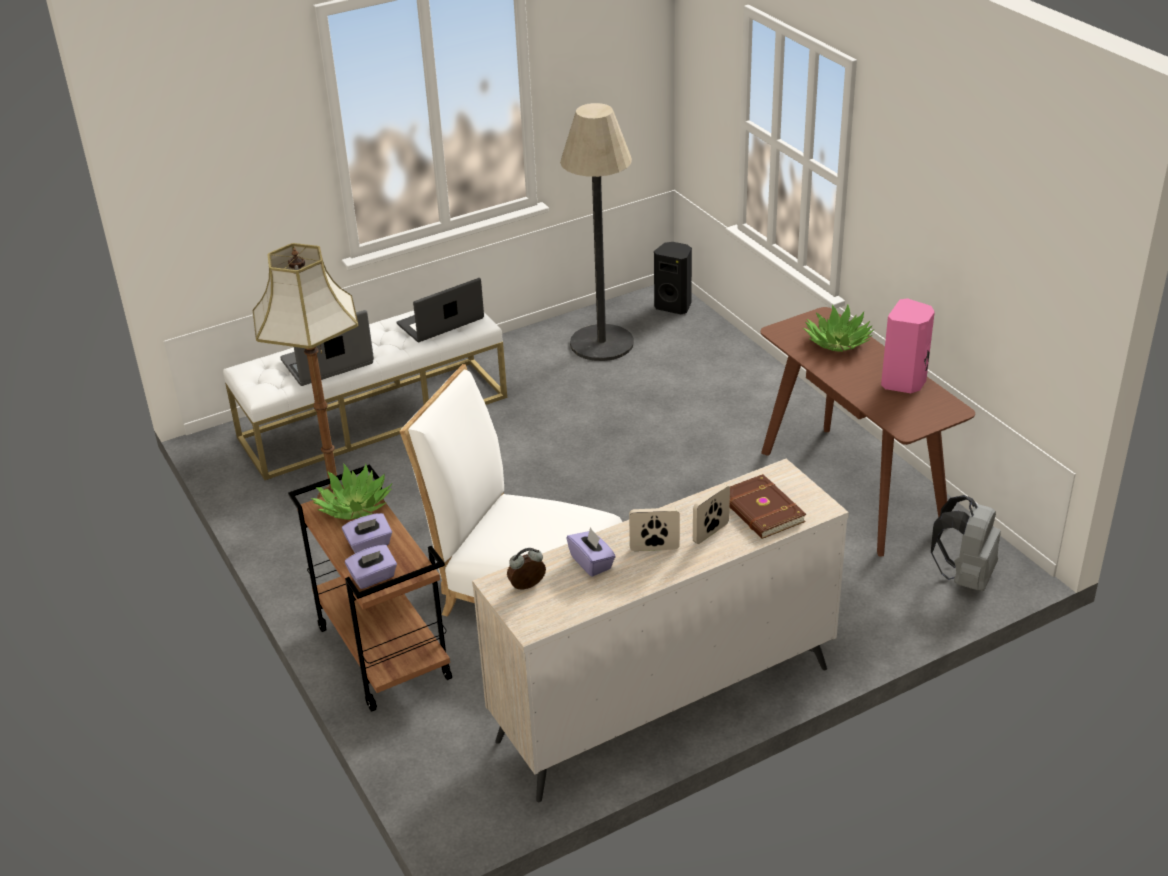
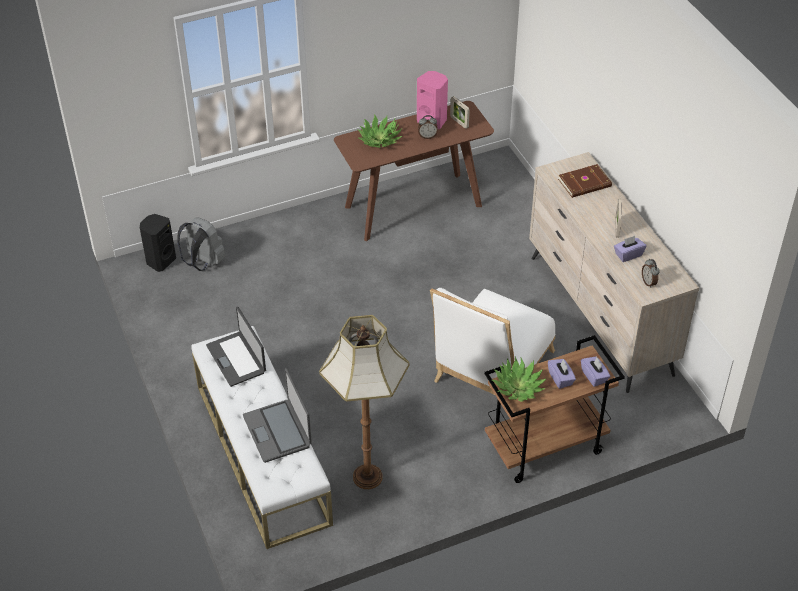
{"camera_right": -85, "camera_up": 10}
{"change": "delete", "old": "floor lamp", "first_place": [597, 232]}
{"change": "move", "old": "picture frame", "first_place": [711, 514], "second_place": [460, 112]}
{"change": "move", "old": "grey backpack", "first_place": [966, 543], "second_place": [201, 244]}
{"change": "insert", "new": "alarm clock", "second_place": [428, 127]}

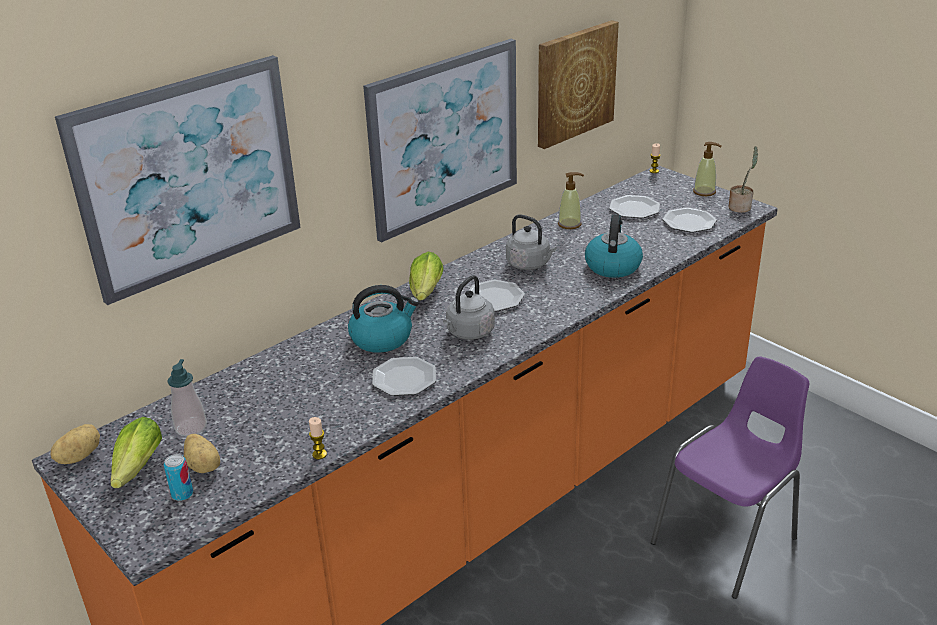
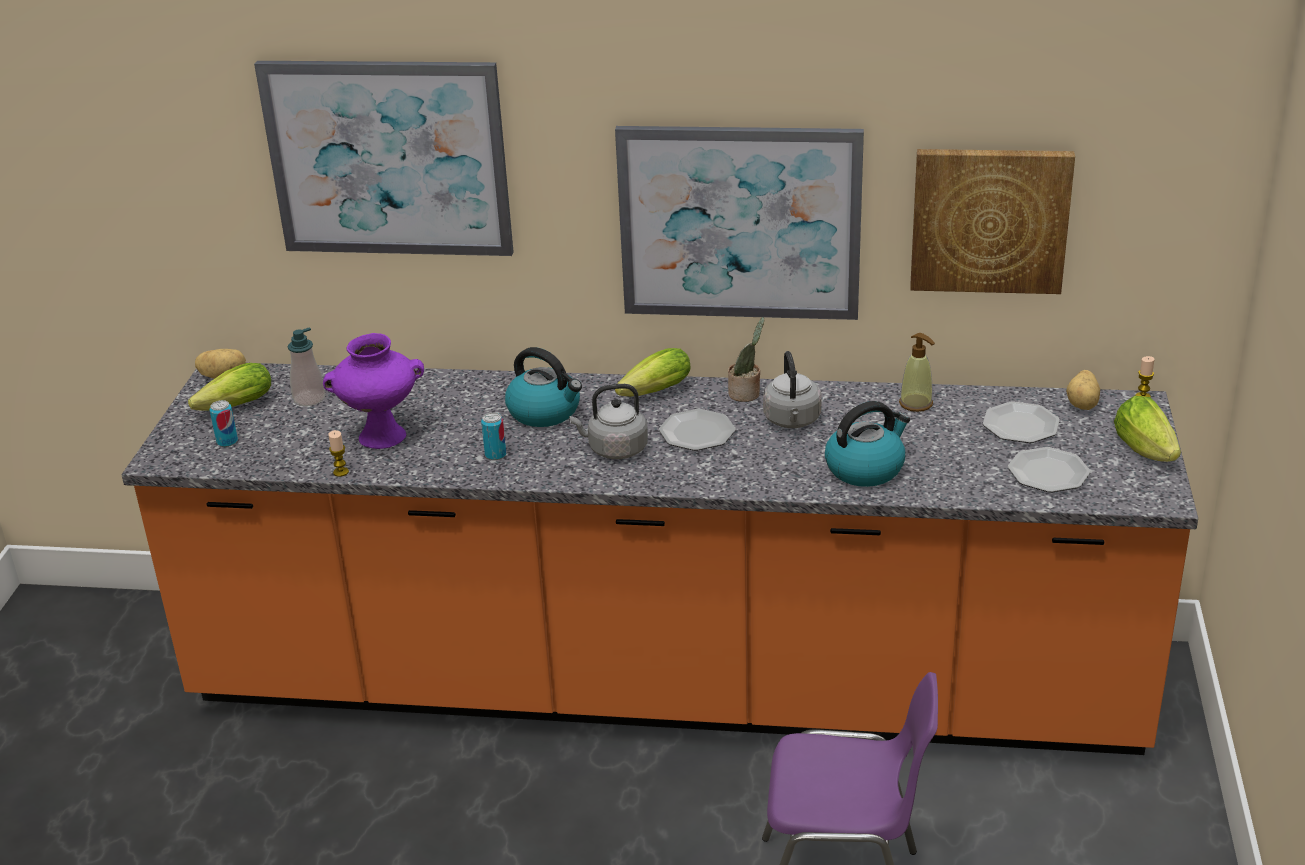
{"camera_right": 50, "camera_up": 0}
{"change": "replace", "old": "soap dispenser", "new": "lettuce", "first_place": [707, 169], "second_place": [1147, 429]}
{"change": "move", "old": "potted plant", "first_place": [743, 179], "second_place": [746, 359]}
{"change": "replace", "old": "plate", "new": "can", "first_place": [404, 376], "second_place": [493, 436]}
{"change": "move", "old": "potato", "first_place": [202, 453], "second_place": [1083, 390]}
{"change": "insert", "new": "purple vase", "second_place": [373, 391]}

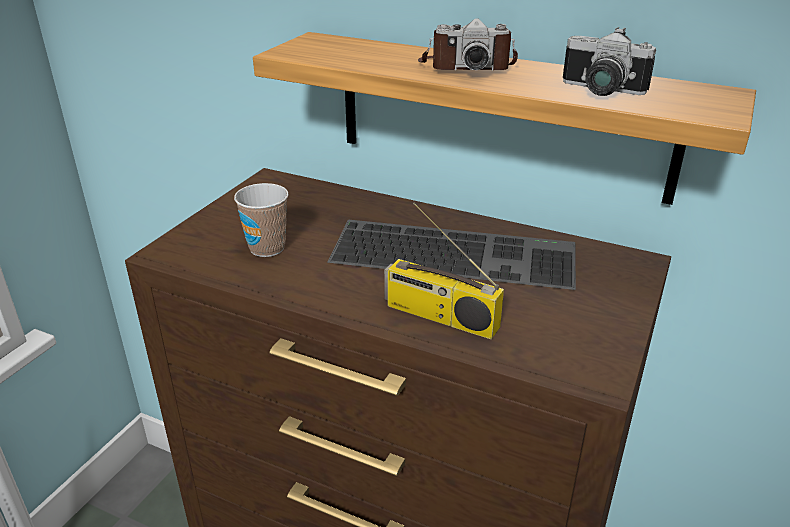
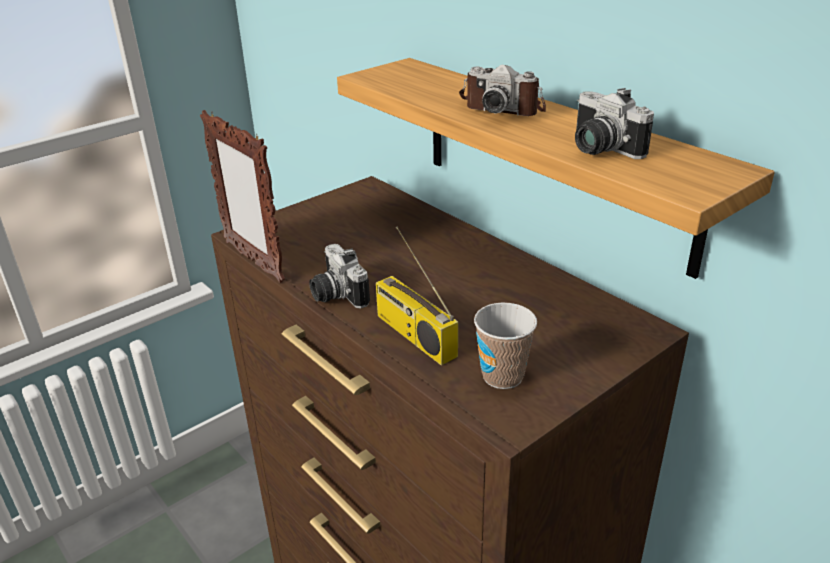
{"camera_right": 25, "camera_up": 0}
{"change": "move", "old": "cup", "first_place": [261, 220], "second_place": [505, 346]}
{"change": "delete", "old": "keyboard", "first_place": [451, 255]}
{"change": "insert", "new": "picture frame", "second_place": [242, 196]}
{"change": "insert", "new": "photo camera", "second_place": [339, 276]}

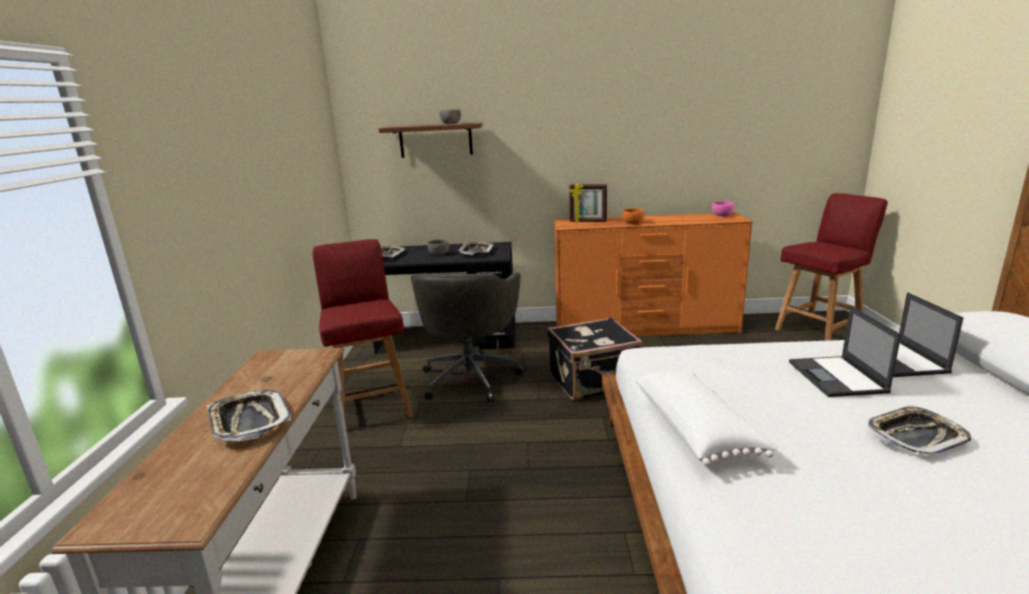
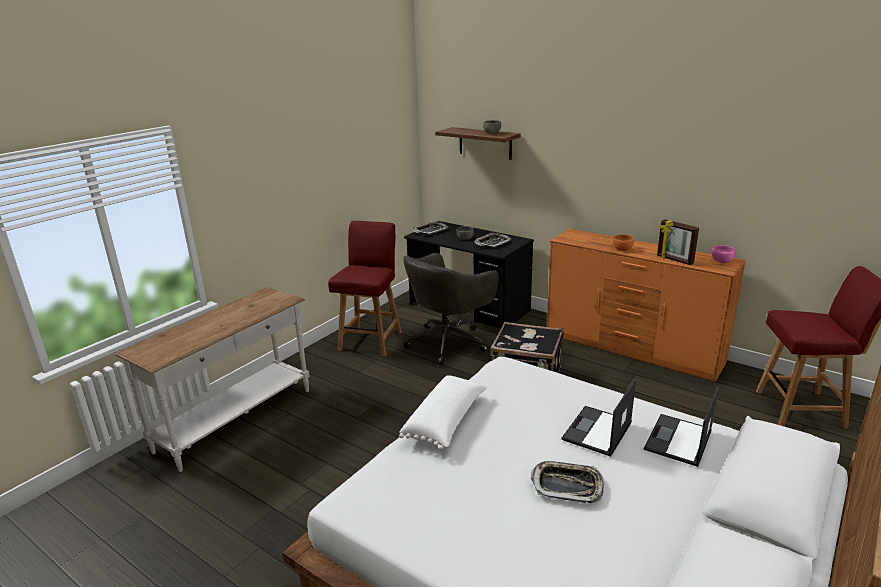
{"camera_right": 35, "camera_up": 5}
{"change": "move", "old": "picture frame", "first_place": [588, 203], "second_place": [678, 242]}
{"change": "delete", "old": "tray", "first_place": [249, 415]}

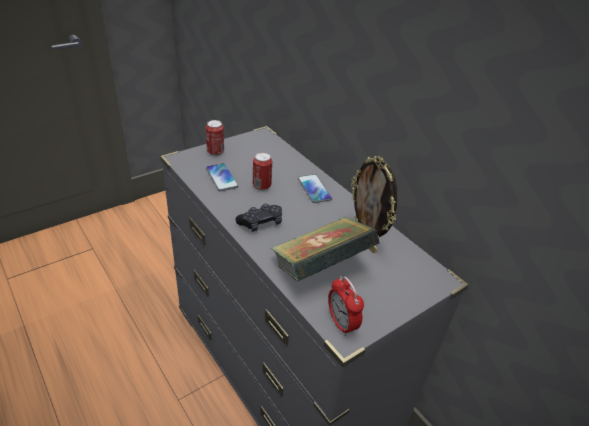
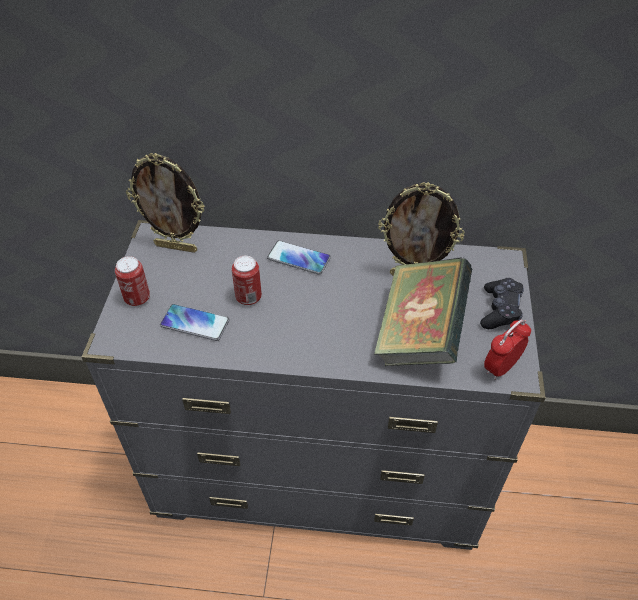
{"camera_right": -45, "camera_up": 10}
{"change": "move", "old": "black game controller", "first_place": [258, 218], "second_place": [502, 303]}
{"change": "rotate", "old": "alarm clock", "first_place": [346, 306], "second_place": [507, 350], "degrees": 120}
{"change": "insert", "new": "picture frame", "second_place": [165, 203]}

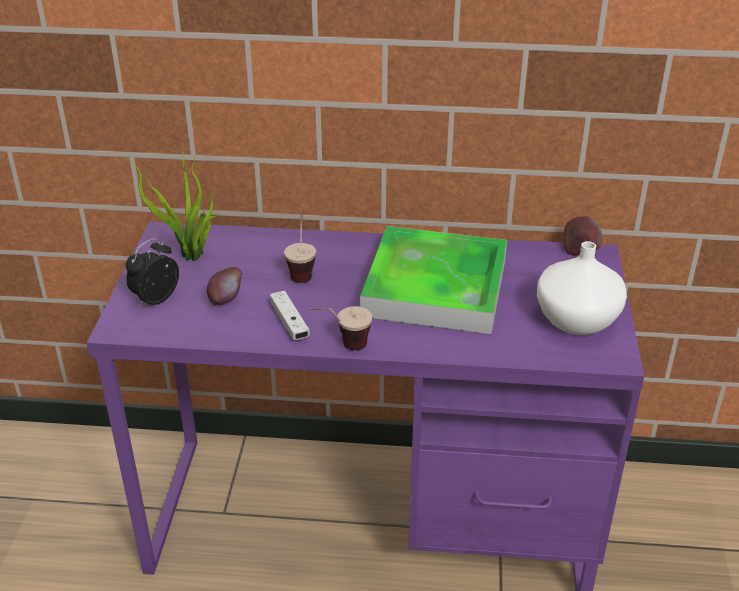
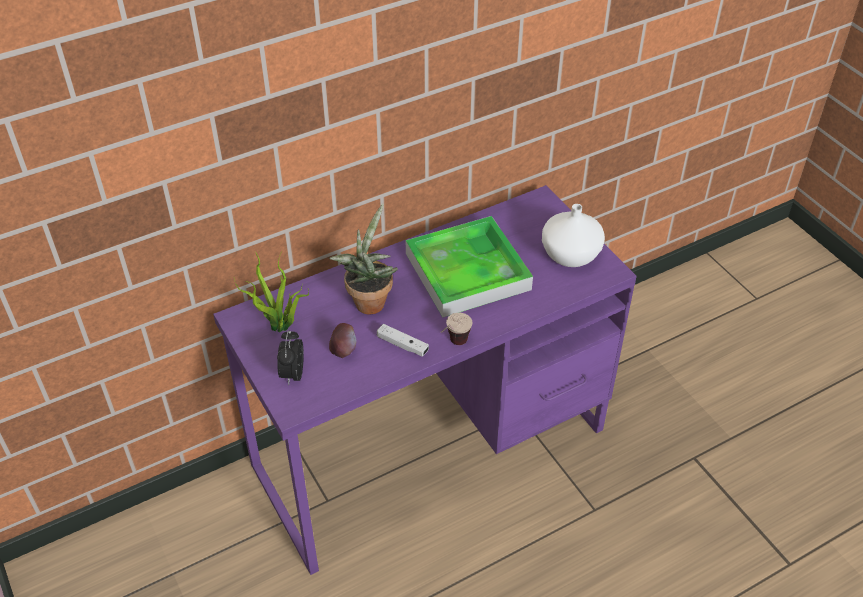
{"camera_right": -35, "camera_up": 10}
{"change": "replace", "old": "cup", "new": "potted plant", "first_place": [300, 246], "second_place": [363, 259]}
{"change": "delete", "old": "apple", "first_place": [583, 236]}

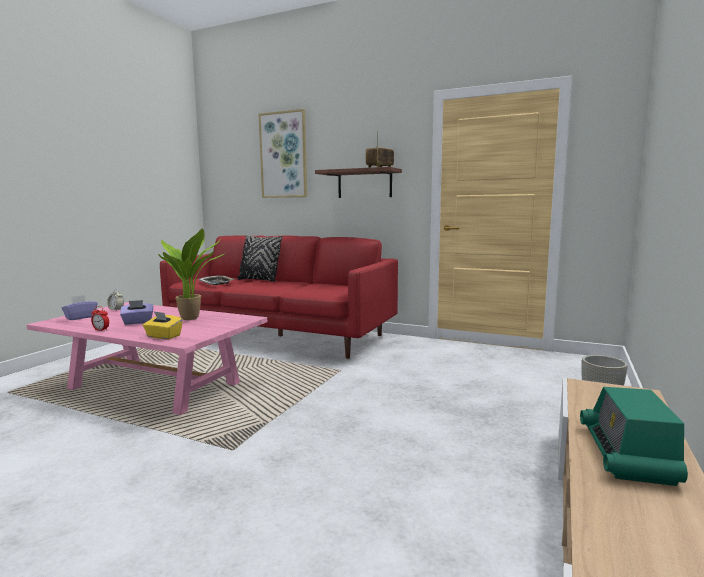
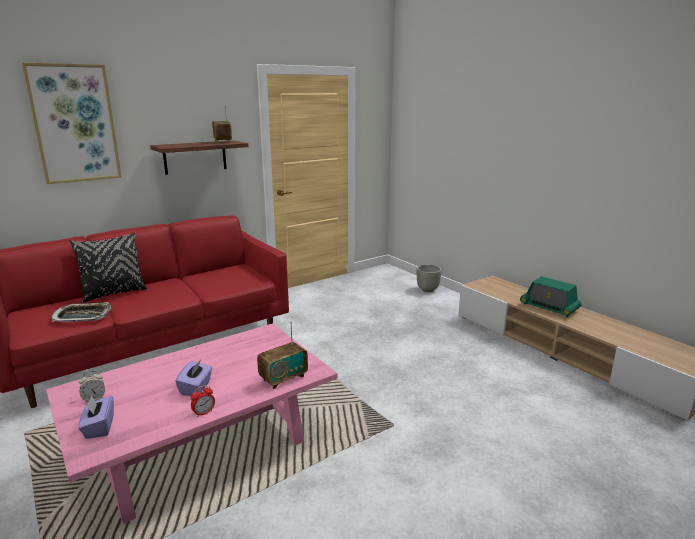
{"camera_right": -60, "camera_up": 10}
{"change": "delete", "old": "potted plant", "first_place": [191, 274]}
{"change": "replace", "old": "yellow tissue box", "new": "radio", "first_place": [163, 325], "second_place": [282, 355]}

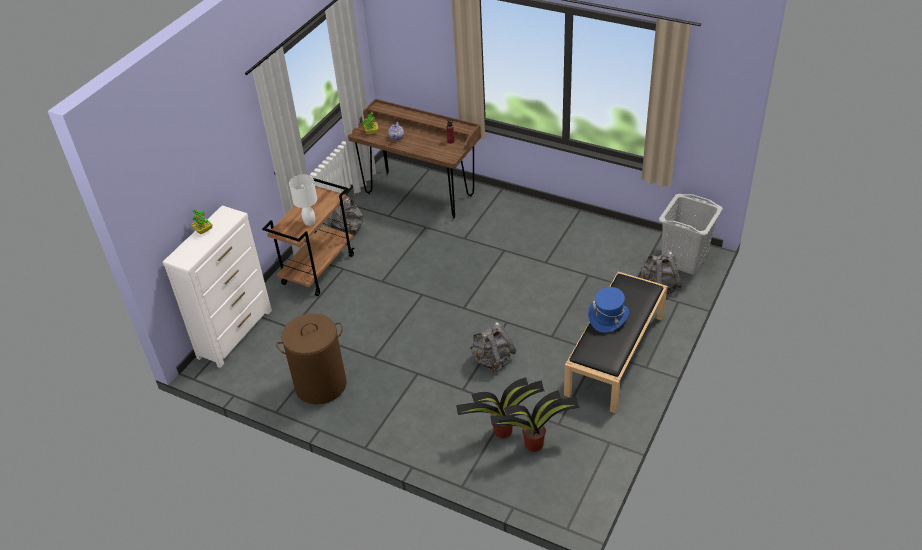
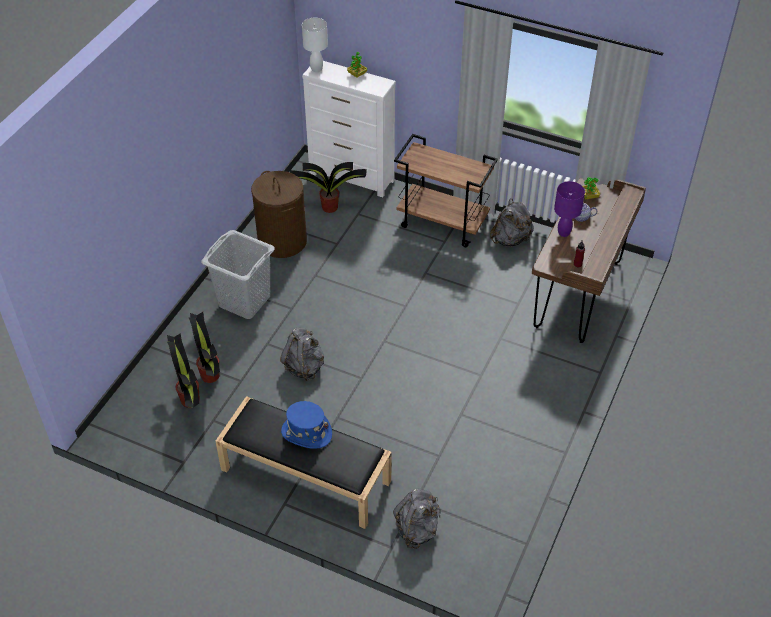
{"camera_right": 85, "camera_up": 5}
{"change": "move", "old": "white table lamp", "first_place": [303, 200], "second_place": [315, 45]}
{"change": "move", "old": "grey laundry basket", "first_place": [691, 234], "second_place": [238, 274]}
{"change": "insert", "new": "potted plant", "second_place": [328, 187]}
{"change": "insert", "new": "purple table lamp", "second_place": [569, 209]}

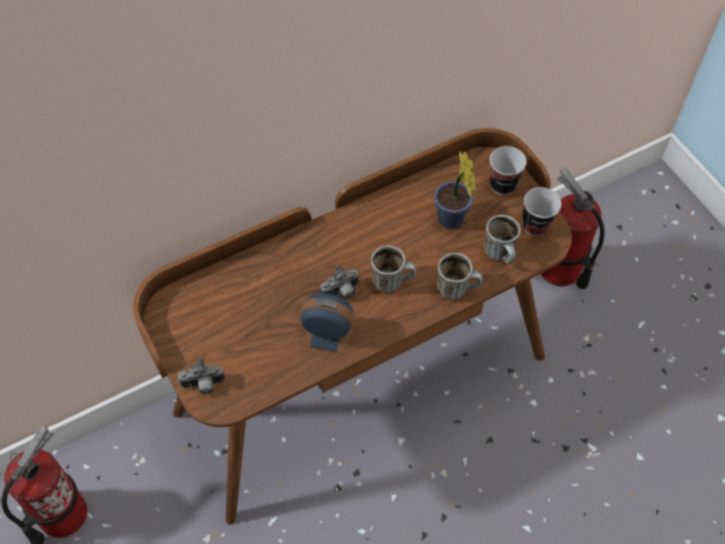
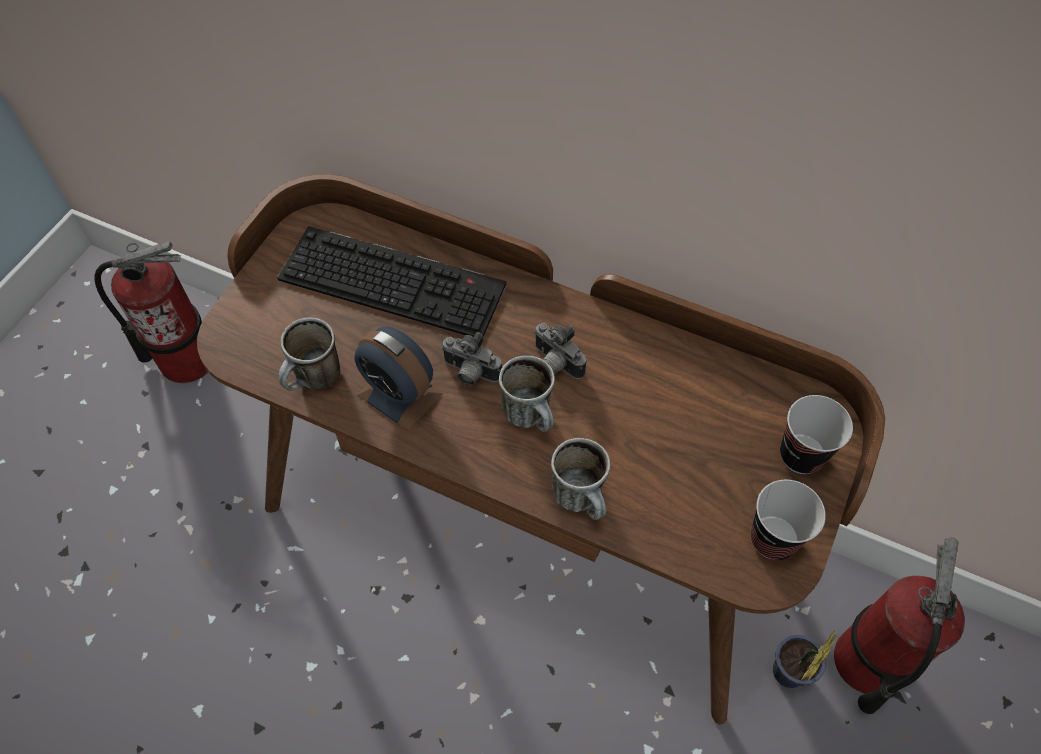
{"camera_right": 55, "camera_up": 0}
{"change": "move", "old": "potted plant", "first_place": [455, 190], "second_place": [804, 659]}
{"change": "move", "old": "mug", "first_place": [502, 239], "second_place": [309, 354]}
{"change": "rotate", "old": "alarm clock", "first_place": [327, 323], "second_place": [398, 379], "degrees": 150}
{"change": "move", "old": "photo camera", "first_place": [201, 376], "second_place": [560, 351]}
{"change": "insert", "new": "keyboard", "second_place": [392, 281]}

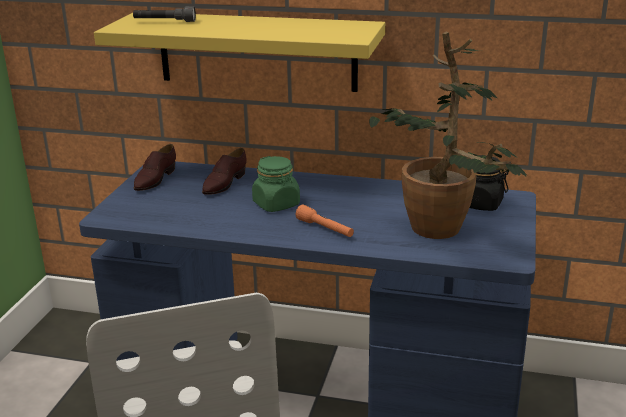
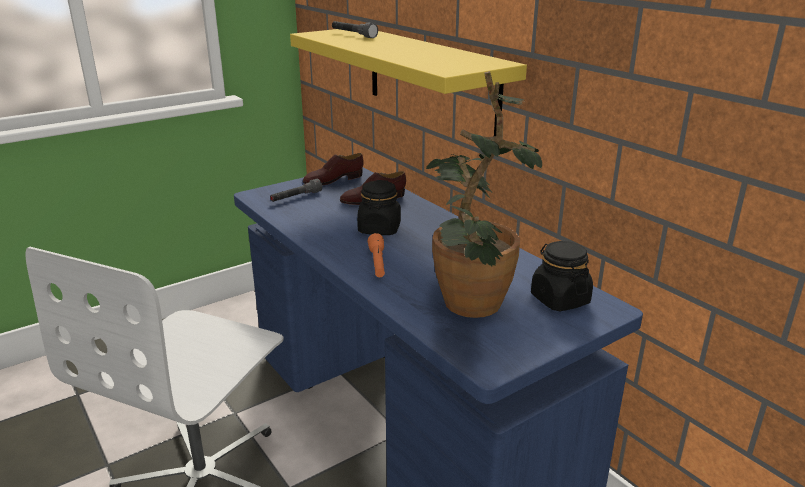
{"camera_right": 40, "camera_up": 0}
{"change": "recolor", "old": "green jar", "new": "black jar", "first_place": [276, 184], "second_place": [379, 207]}
{"change": "insert", "new": "grey flashlight", "second_place": [296, 190]}

